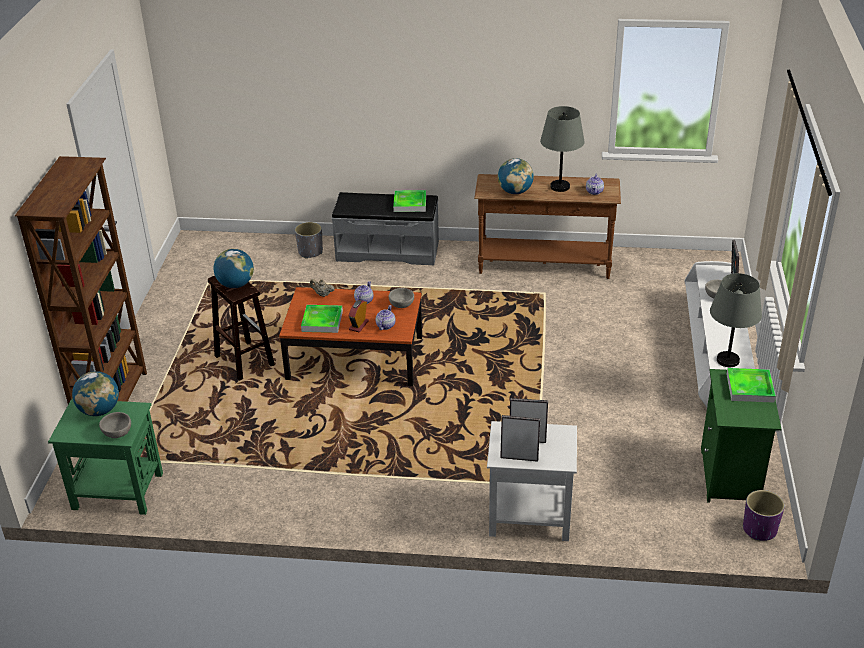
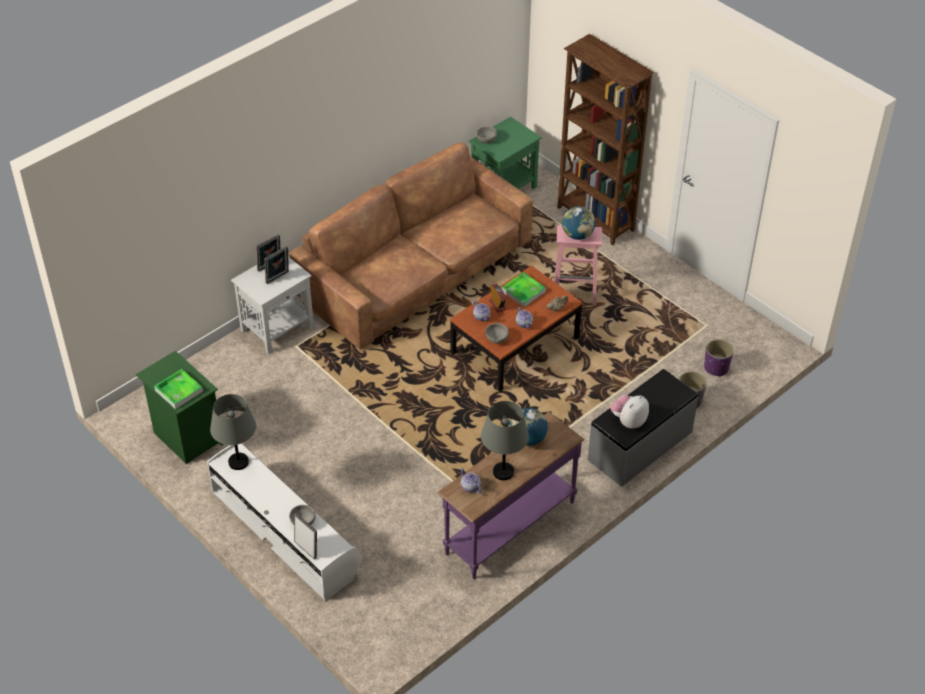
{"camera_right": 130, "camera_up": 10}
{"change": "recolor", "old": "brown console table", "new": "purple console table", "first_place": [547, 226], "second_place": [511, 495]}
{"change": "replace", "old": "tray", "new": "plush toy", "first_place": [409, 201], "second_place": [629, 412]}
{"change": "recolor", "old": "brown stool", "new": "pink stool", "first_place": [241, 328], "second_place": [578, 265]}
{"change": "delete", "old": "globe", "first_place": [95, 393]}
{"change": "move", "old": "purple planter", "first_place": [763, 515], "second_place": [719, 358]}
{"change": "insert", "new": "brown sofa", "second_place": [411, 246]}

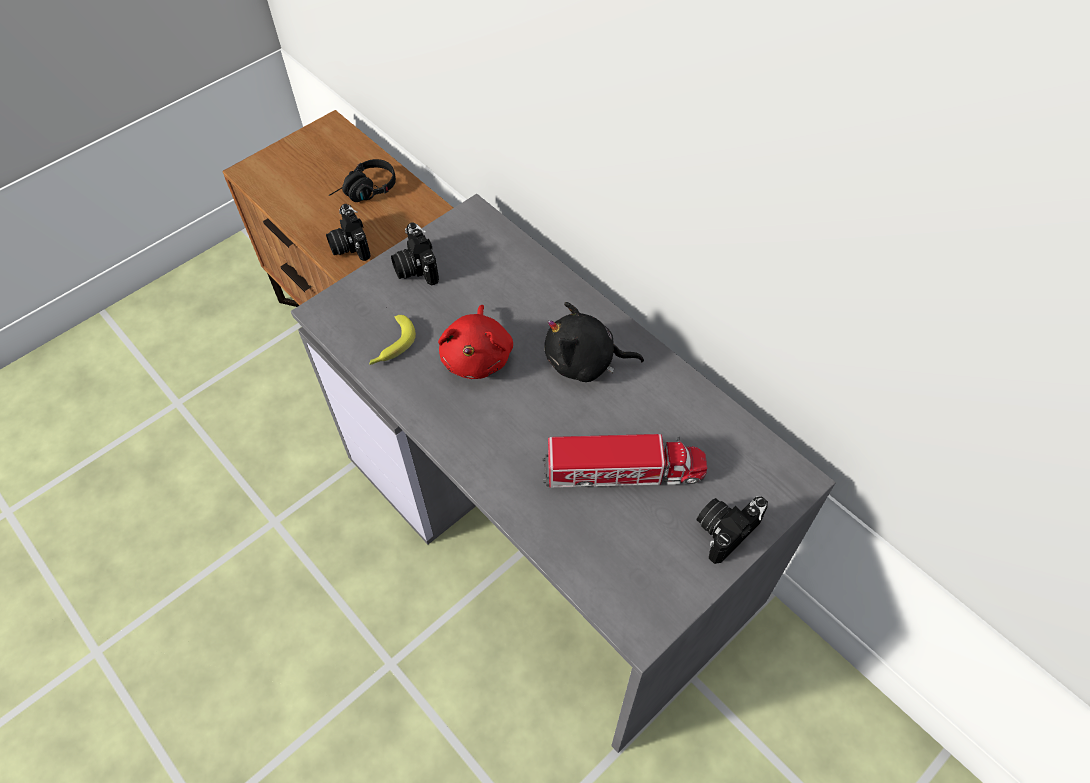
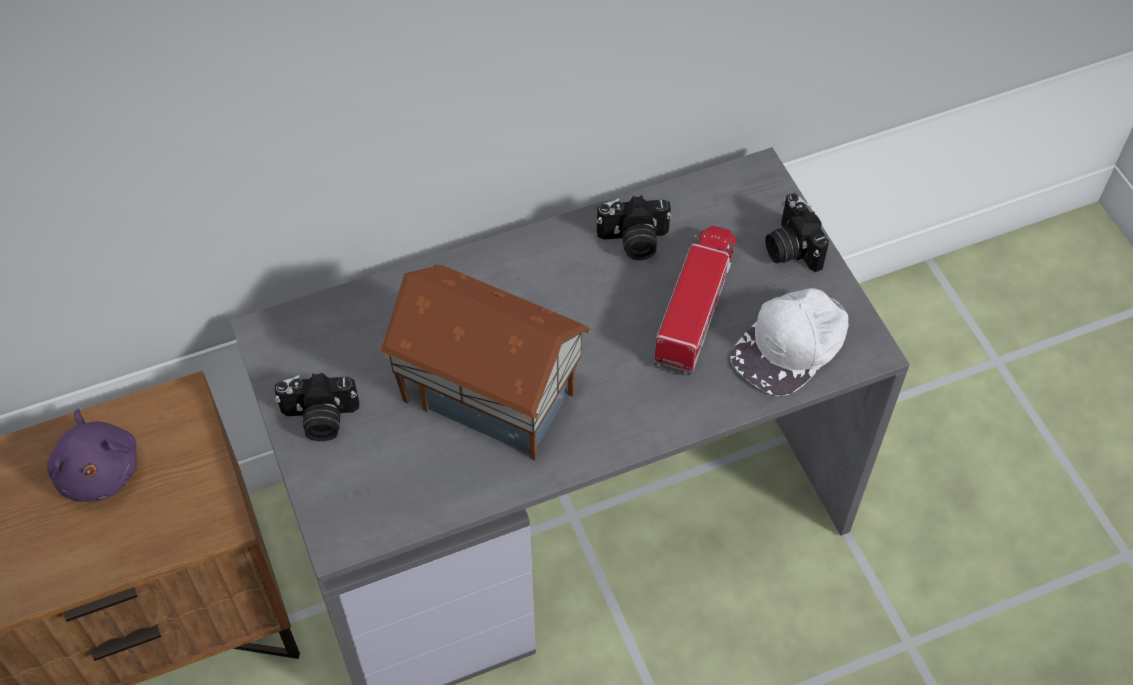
{"camera_right": -70, "camera_up": 0}
{"change": "replace", "old": "black headphones", "new": "purple plush toy", "first_place": [362, 180], "second_place": [92, 455]}
{"change": "move", "old": "photo camera", "first_place": [348, 232], "second_place": [634, 227]}
{"change": "delete", "old": "black plush toy", "first_place": [594, 342]}
{"change": "replace", "old": "red plush toy", "new": "toy house", "first_place": [475, 342], "second_place": [484, 362]}
{"change": "delete", "old": "banana", "first_place": [392, 340]}
{"change": "insert", "new": "white cap", "second_place": [789, 342]}

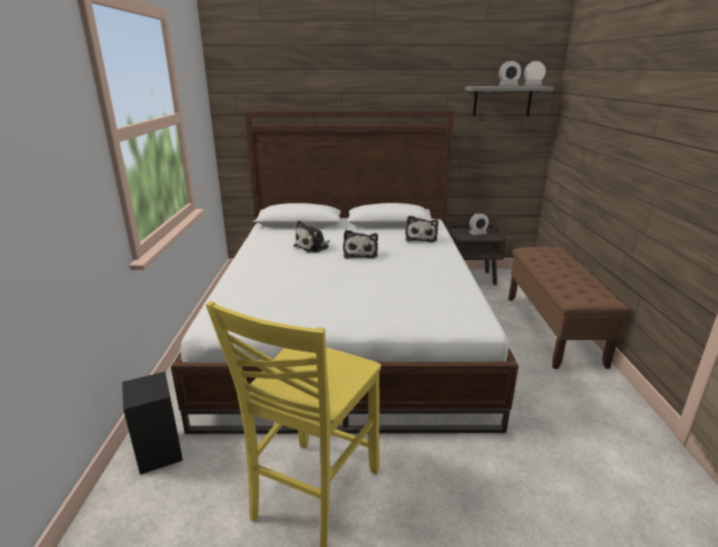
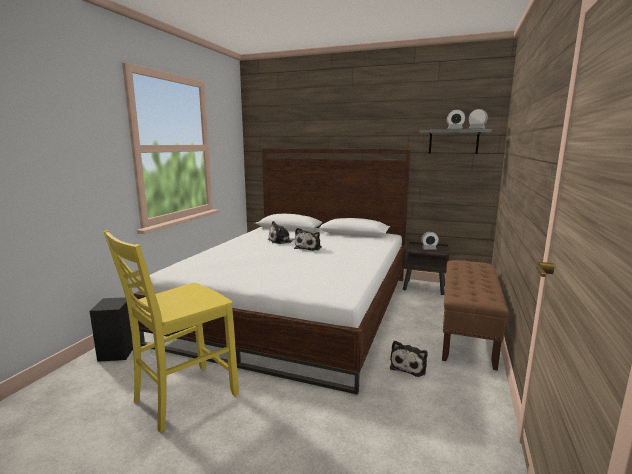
{"camera_right": 20, "camera_up": -10}
{"change": "move", "old": "plush toy", "first_place": [421, 228], "second_place": [409, 359]}

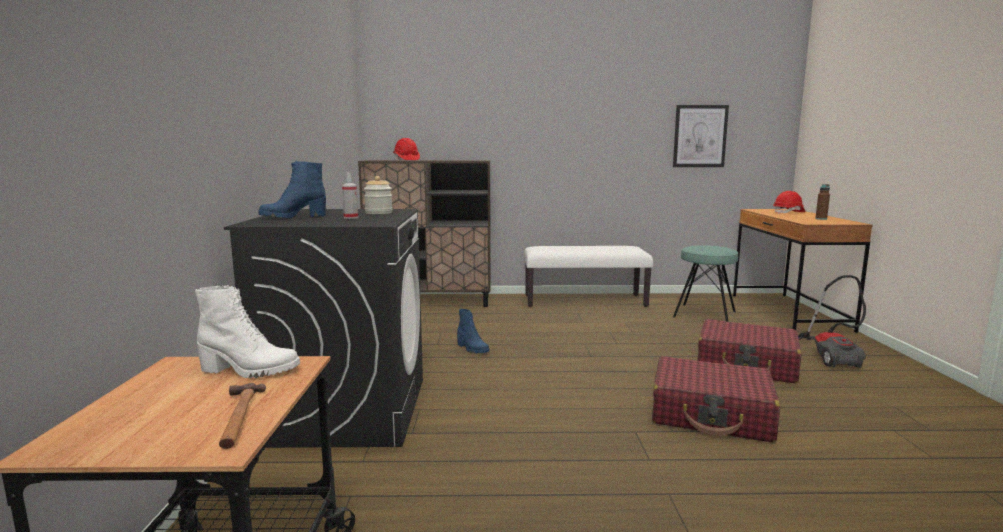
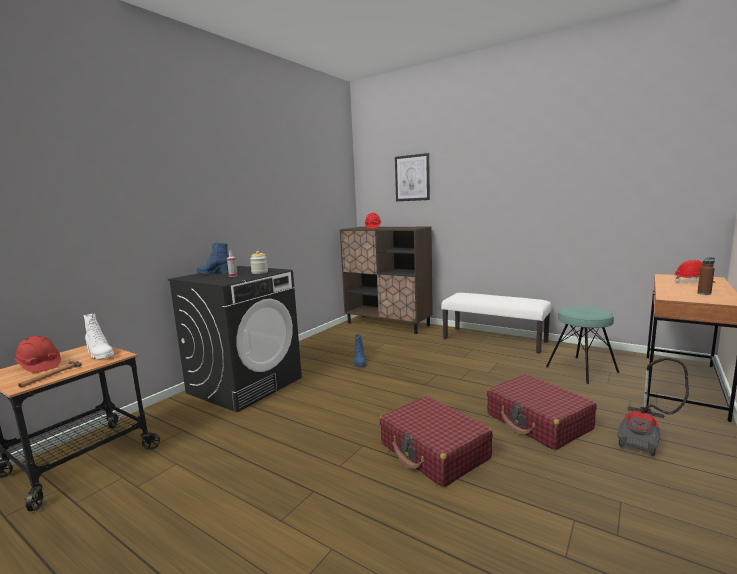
{"camera_right": 35, "camera_up": 0}
{"change": "move", "old": "picture", "first_place": [701, 136], "second_place": [412, 177]}
{"change": "insert", "new": "red hard hat", "second_place": [37, 354]}

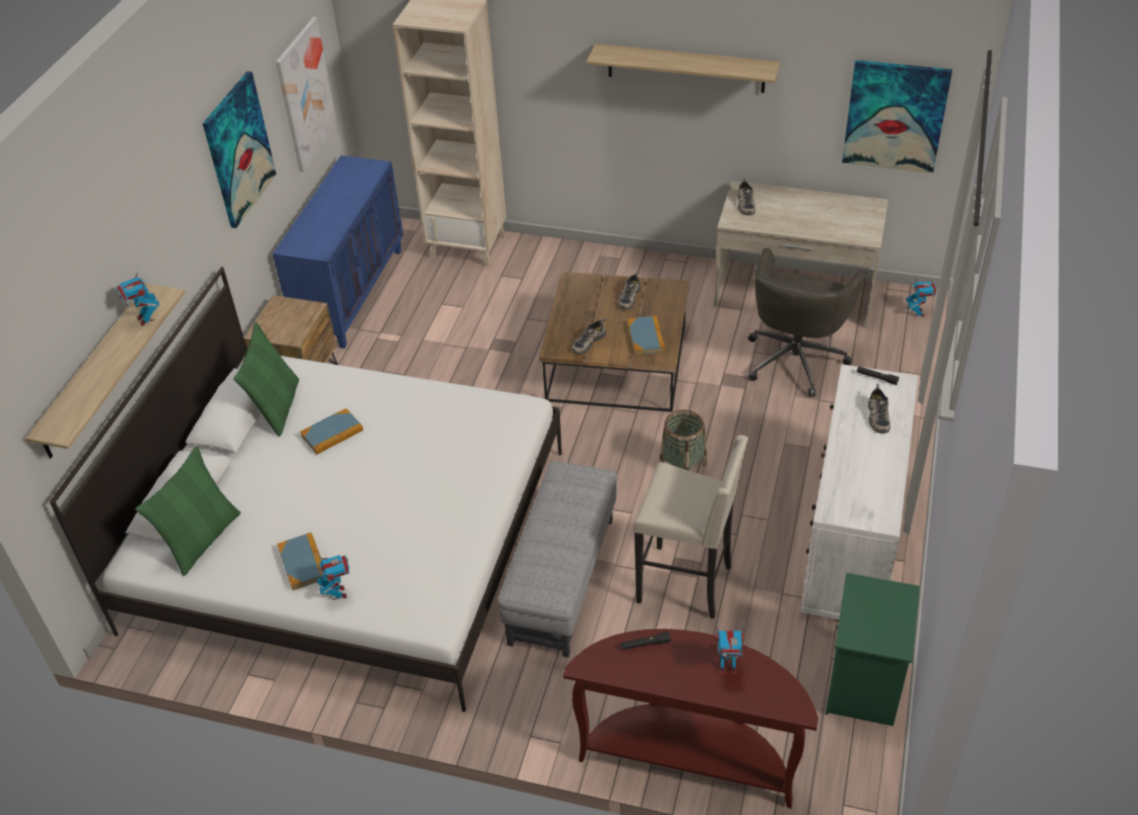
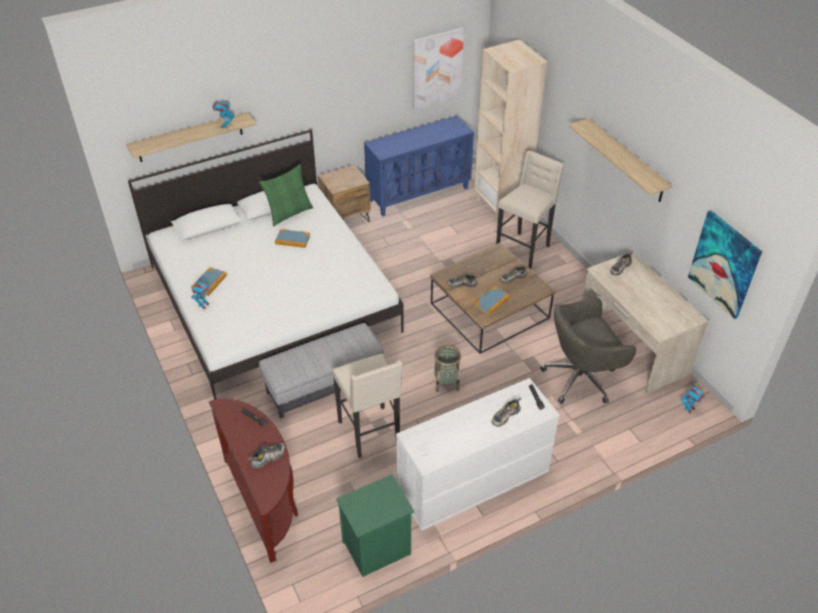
{"camera_right": 45, "camera_up": 0}
{"change": "delete", "old": "picture", "first_place": [239, 149]}
{"change": "delete", "old": "green pillow", "first_place": [188, 511]}
{"change": "replace", "old": "toy robot", "new": "shoe", "first_place": [730, 647], "second_place": [266, 455]}
{"change": "insert", "new": "beige stool", "second_place": [530, 210]}

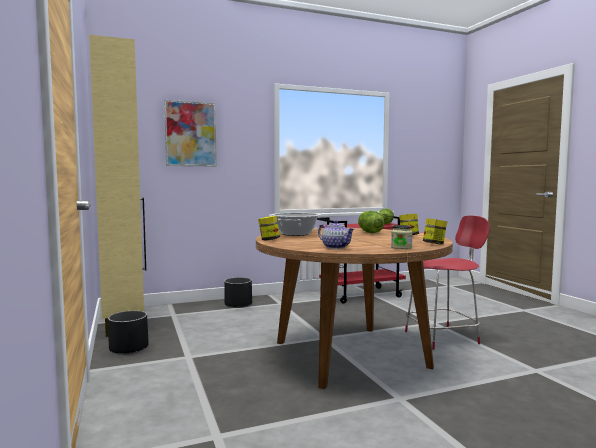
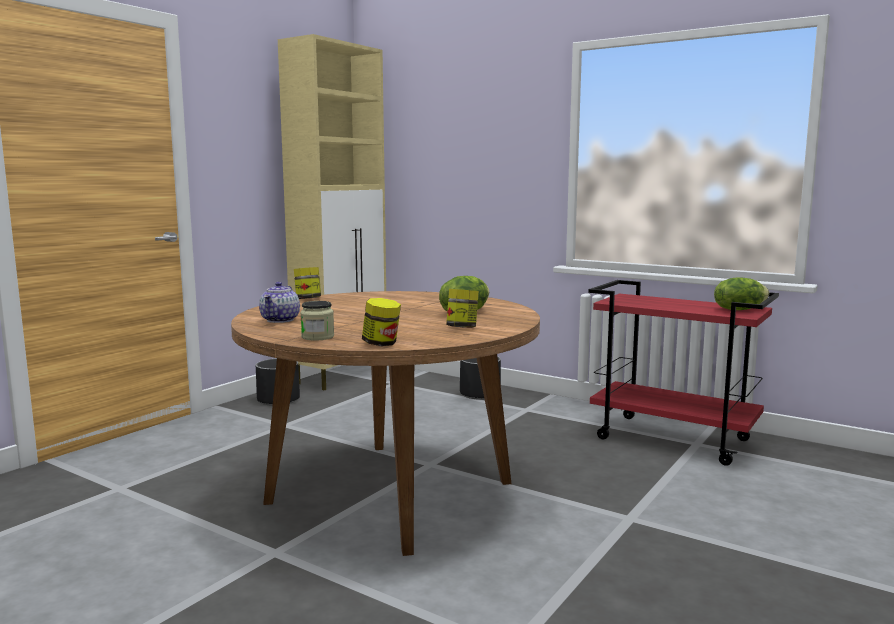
{"camera_right": 55, "camera_up": 5}
{"change": "delete", "old": "picture", "first_place": [190, 133]}
{"change": "delete", "old": "cooking pot", "first_place": [295, 224]}
{"change": "delete", "old": "red chair", "first_place": [447, 283]}

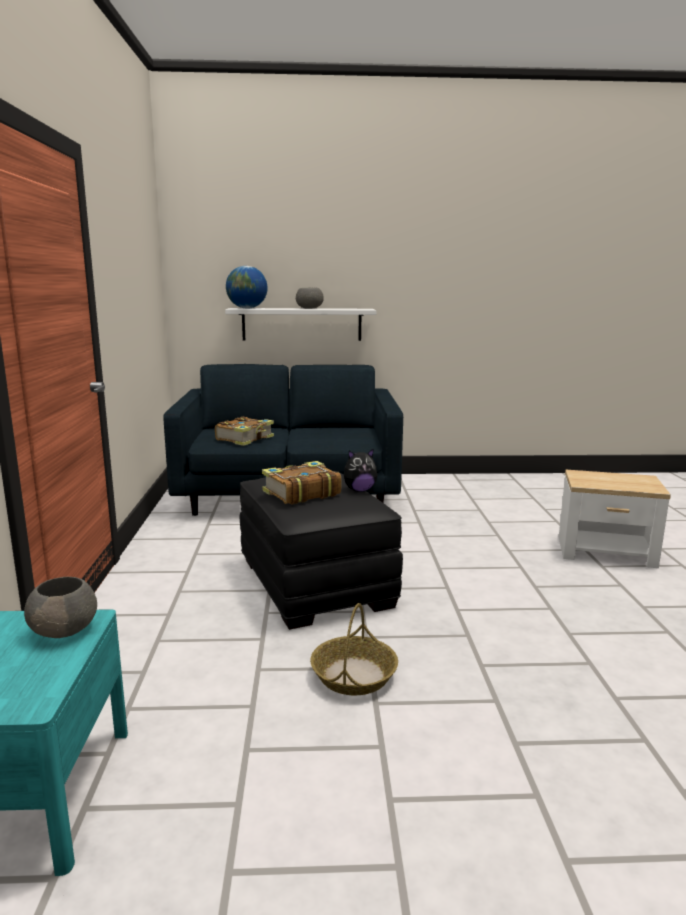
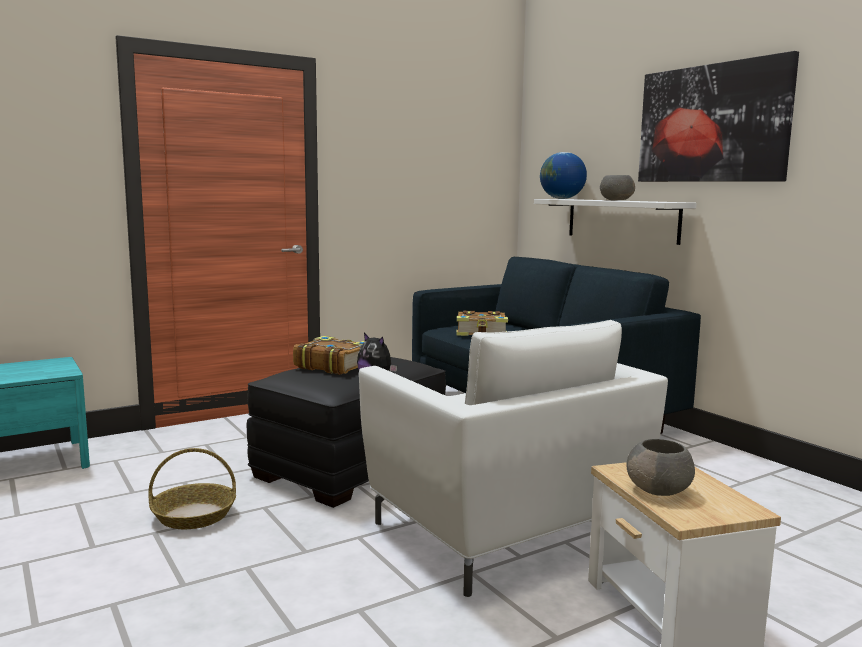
{"camera_right": 60, "camera_up": -5}
{"change": "move", "old": "grey bowl", "first_place": [60, 607], "second_place": [661, 467]}
{"change": "insert", "new": "picture", "second_place": [718, 116]}
{"change": "insert", "new": "white armchair", "second_place": [513, 458]}

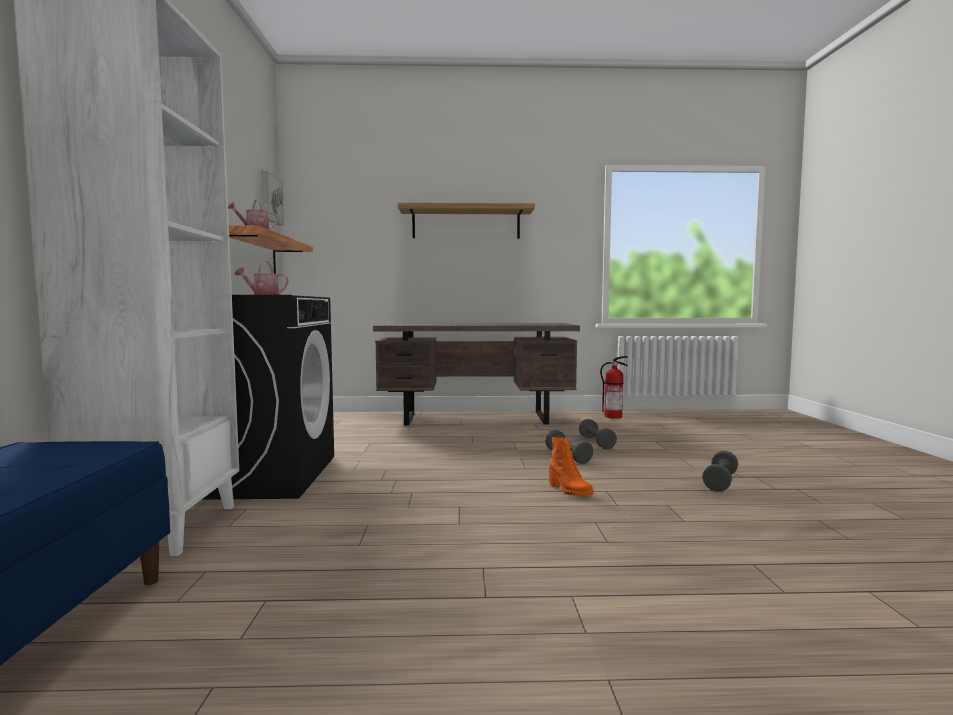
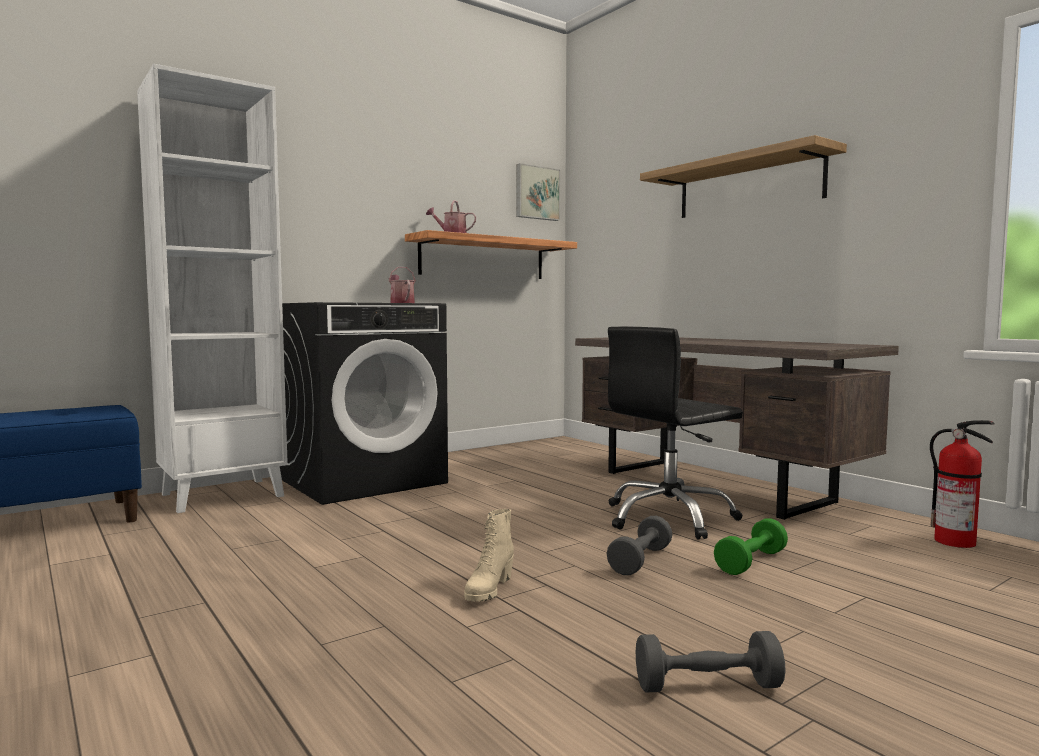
{"camera_right": 55, "camera_up": 0}
{"change": "recolor", "old": "grey dumbbell", "new": "green dumbbell", "first_place": [598, 434], "second_place": [751, 546]}
{"change": "recolor", "old": "orange boot", "new": "beige boot", "first_place": [571, 466], "second_place": [489, 555]}
{"change": "insert", "new": "black office chair", "second_place": [675, 433]}

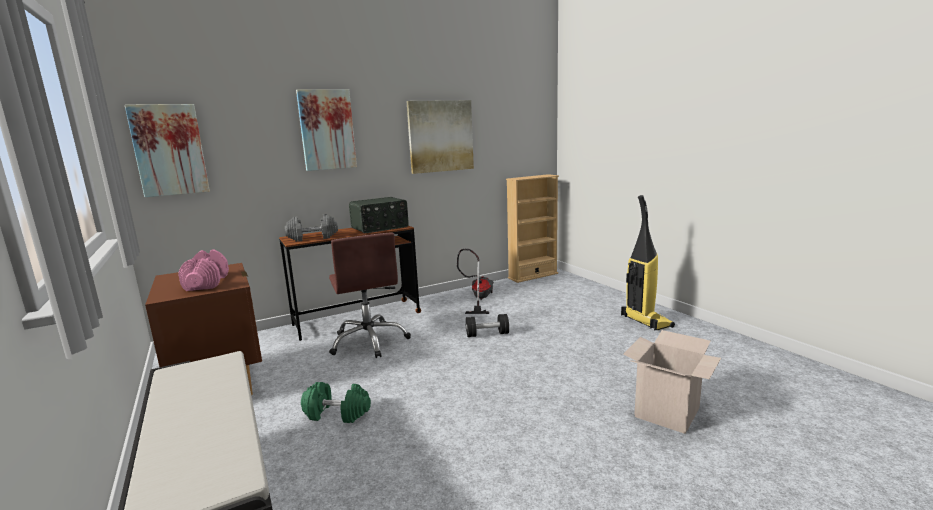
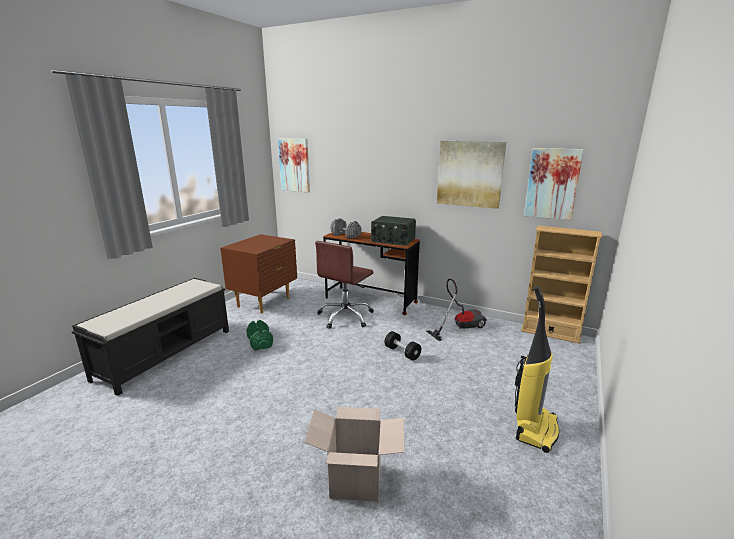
{"camera_right": 55, "camera_up": 5}
{"change": "move", "old": "picture", "first_place": [326, 130], "second_place": [554, 184]}
{"change": "delete", "old": "pink dumbbell", "first_place": [203, 270]}

